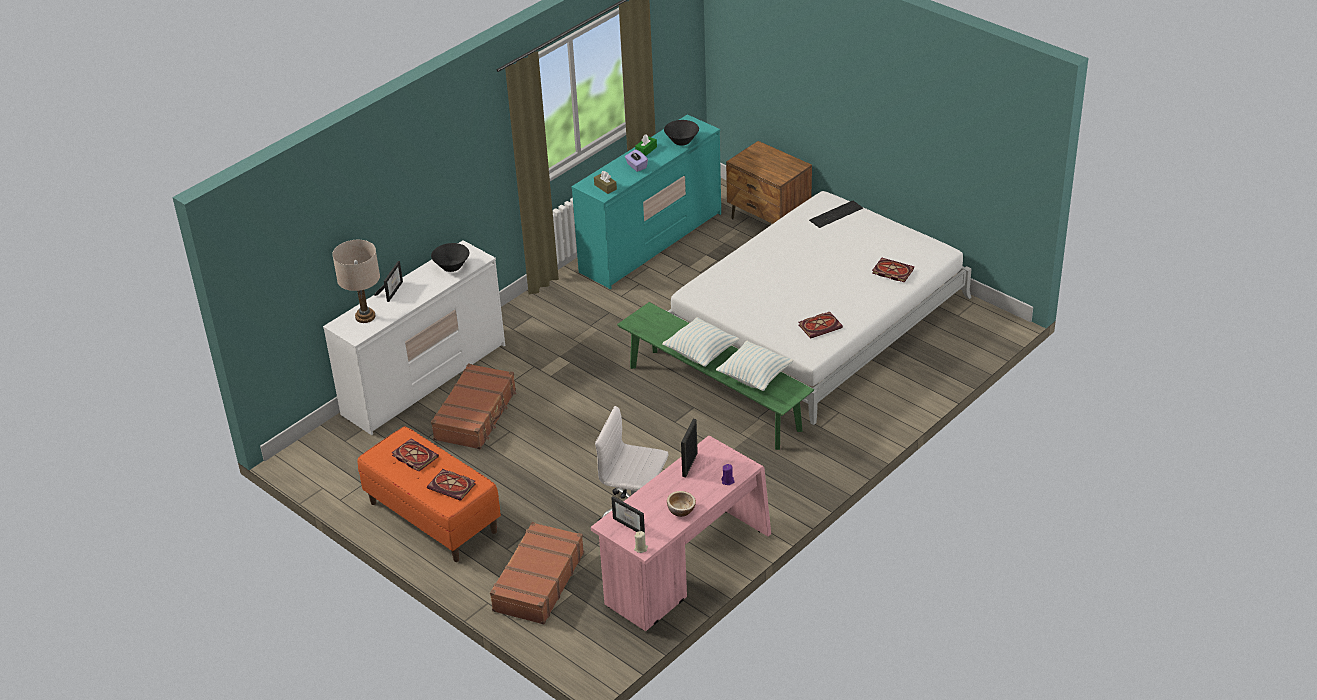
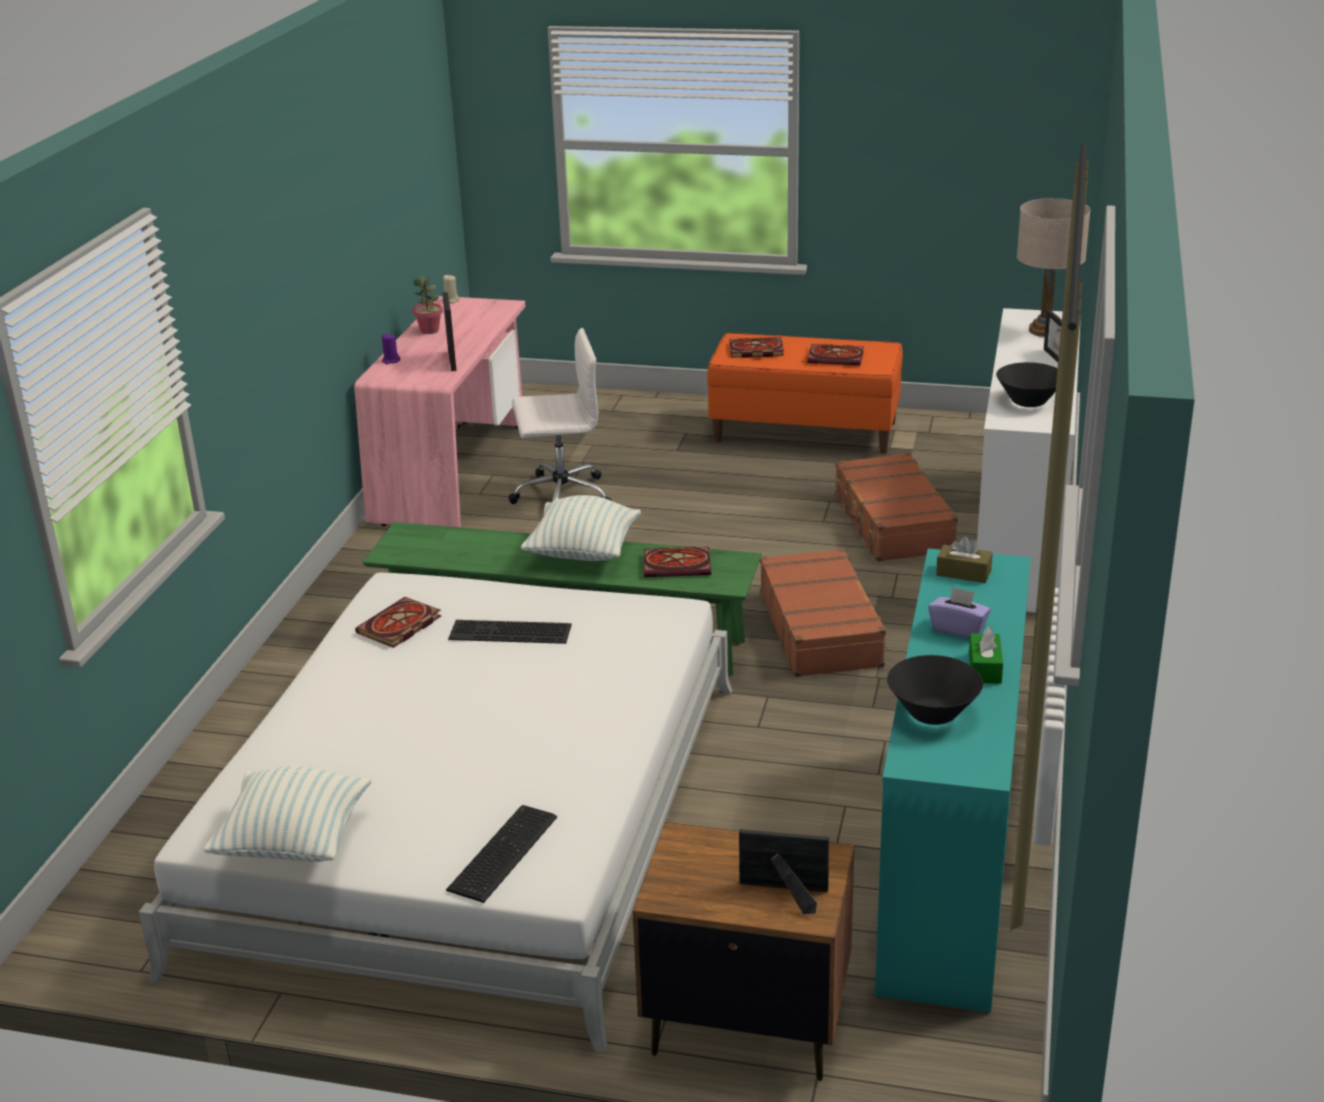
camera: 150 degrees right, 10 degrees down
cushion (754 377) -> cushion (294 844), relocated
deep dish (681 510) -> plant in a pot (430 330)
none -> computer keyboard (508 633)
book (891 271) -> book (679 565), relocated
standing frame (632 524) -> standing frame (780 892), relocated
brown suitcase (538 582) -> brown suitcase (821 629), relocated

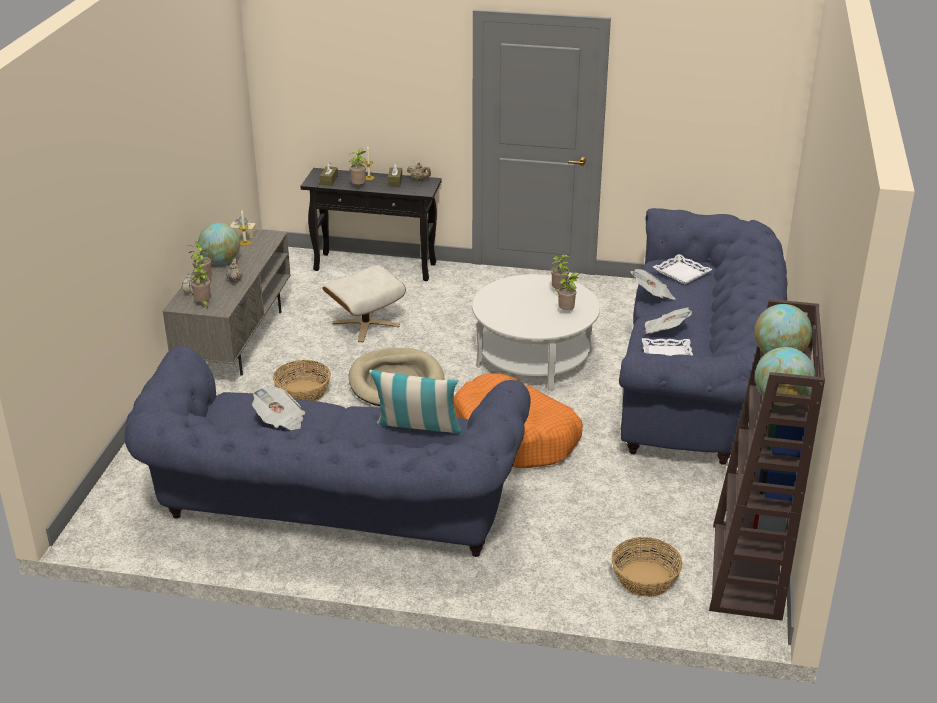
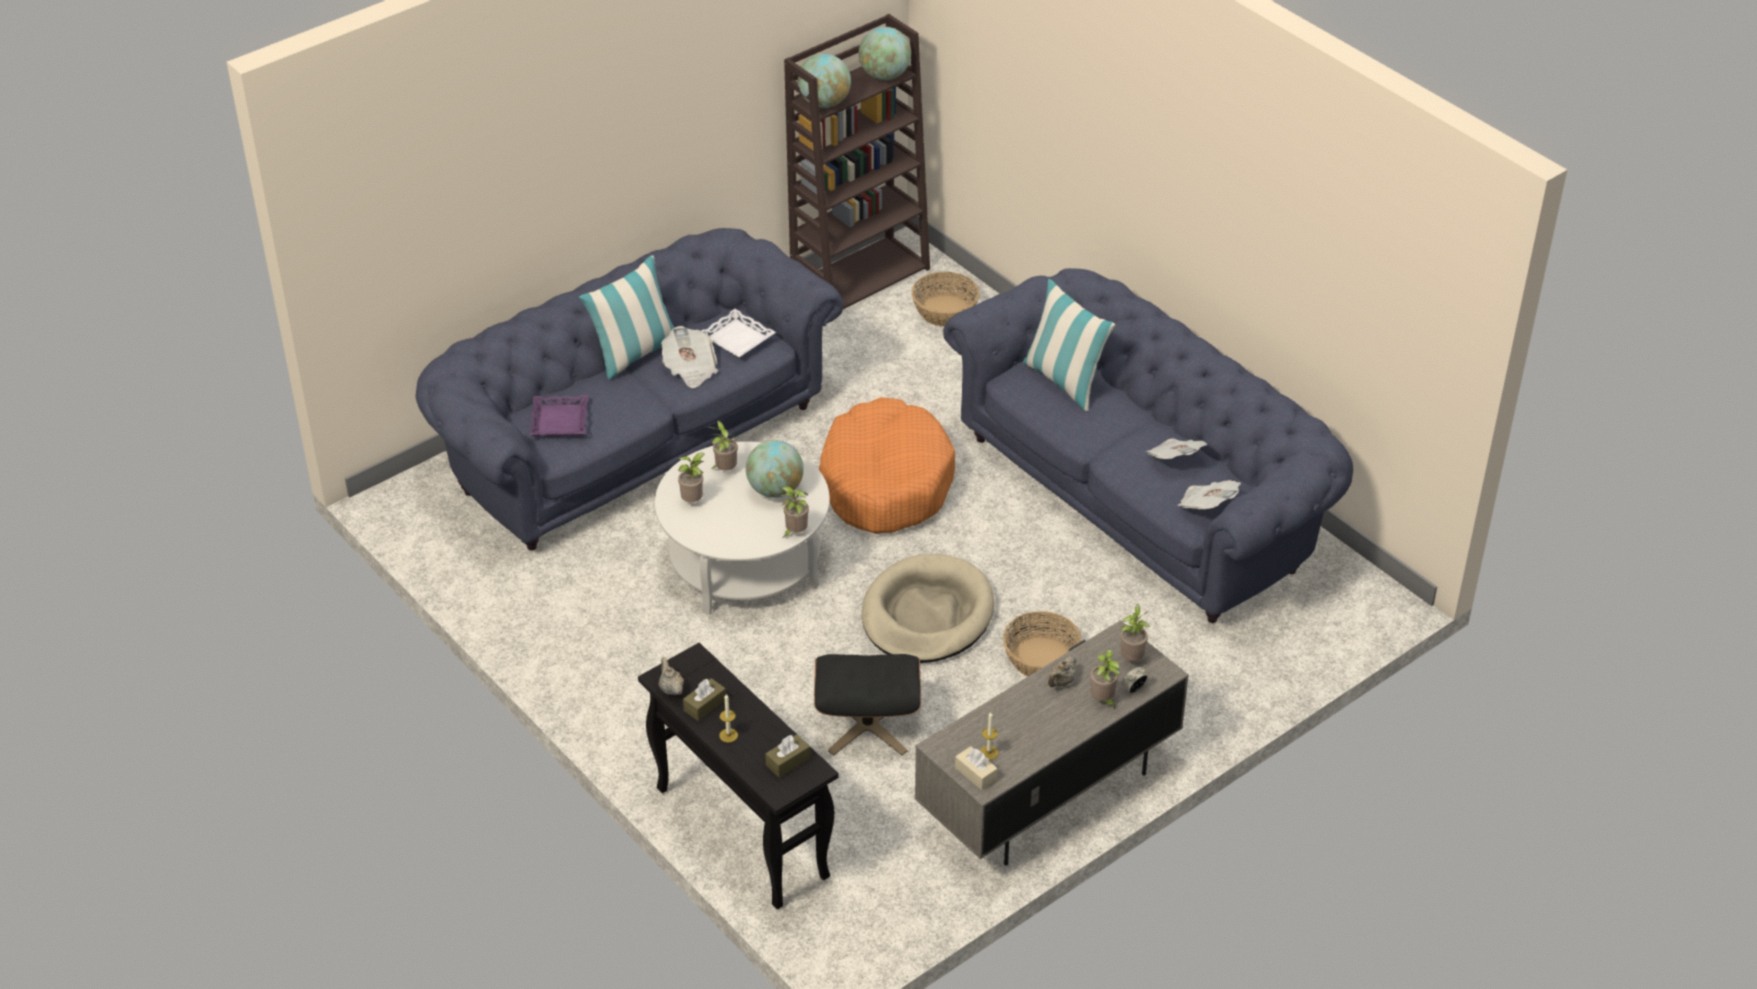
camera: 140 degrees left, 10 degrees up
white tray (682 273) -> purple tray (559 420)
none -> cushion (635 354)
globe (221 261) -> globe (775 490), relocated
plant in a pot (359 186) -> plant in a pot (795 532), relocated
beige footrest (365 324) -> blackish footrest (867 726)
printed paper (652 295) -> printed paper (1207 506), relocated

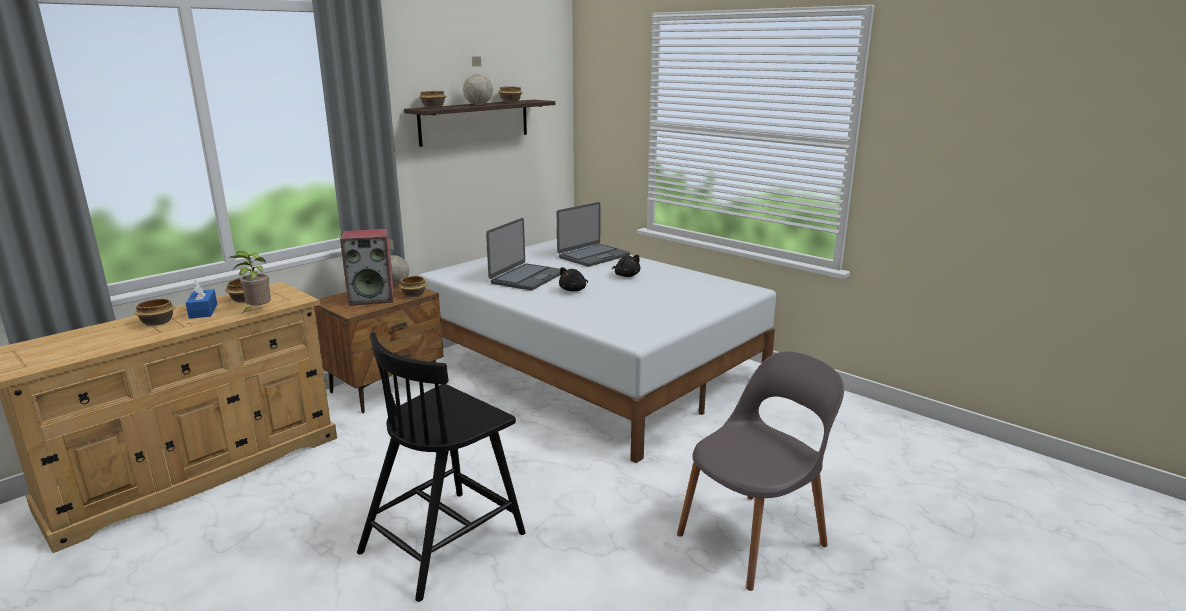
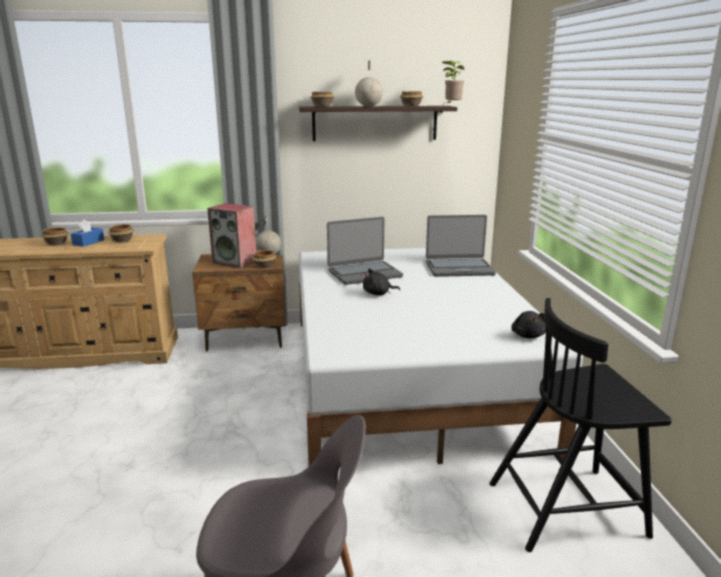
camera: 40 degrees right, 0 degrees up
plant in a pot (258 311) -> plant in a pot (451 106), relocated
blackish upright chair (445 540) -> blackish upright chair (568 508), relocated
blackish soft toy (626 275) -> blackish soft toy (528 335), relocated

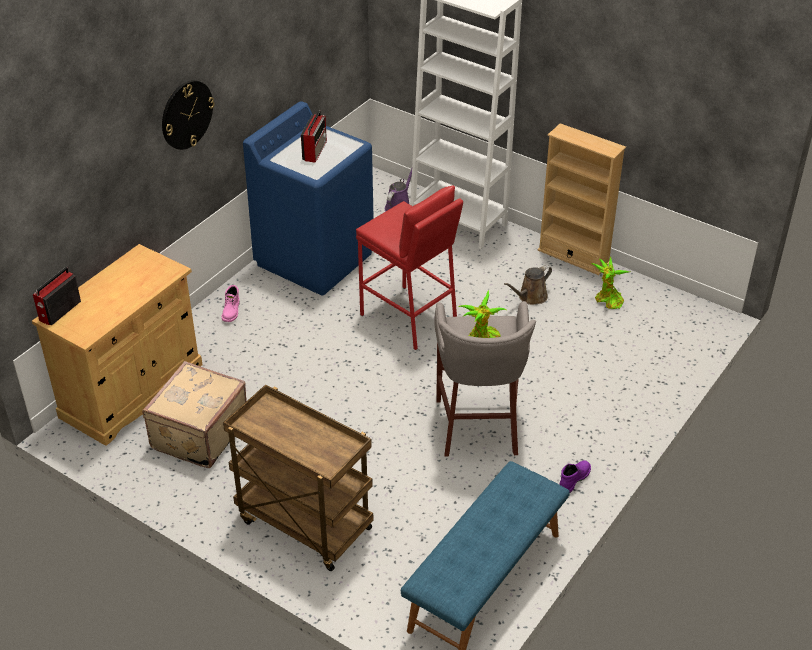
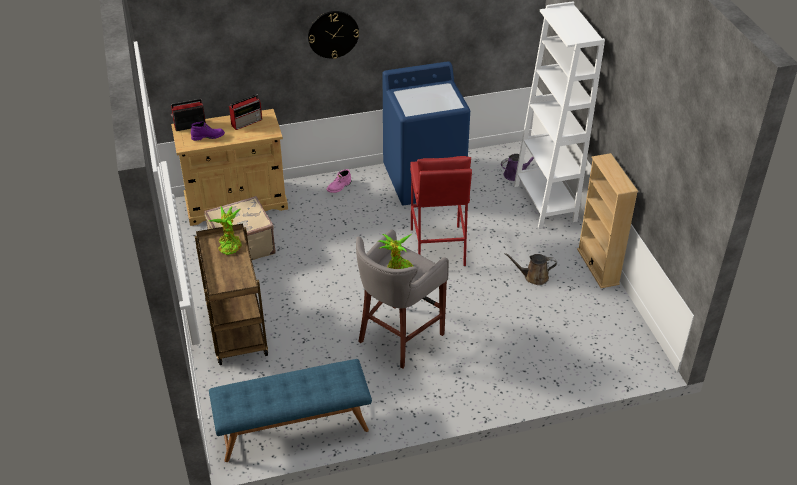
camera: 40 degrees right, 0 degrees up
purple high-top boot (573 479) -> purple high-top boot (208 136), relocated
plant in a pot (607 300) -> plant in a pot (229 245), relocated
radio receiver (315 150) -> radio receiver (247 122), relocated

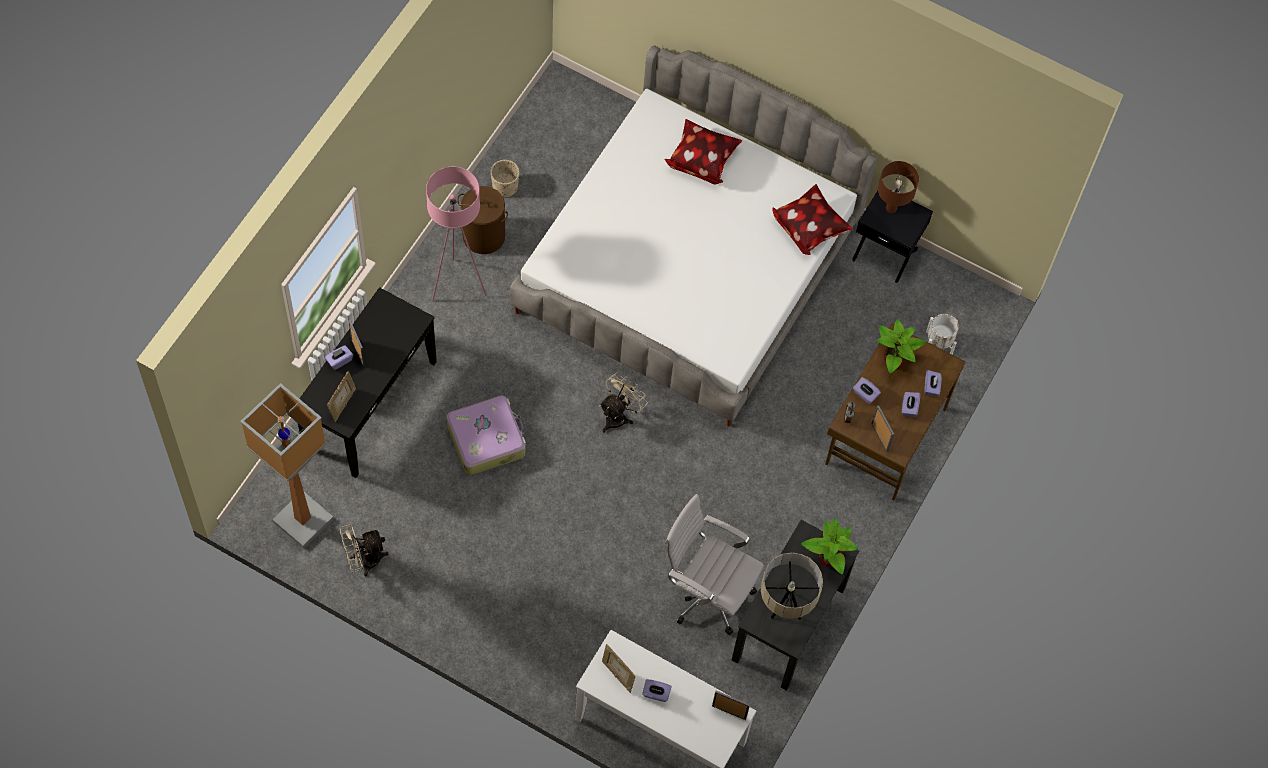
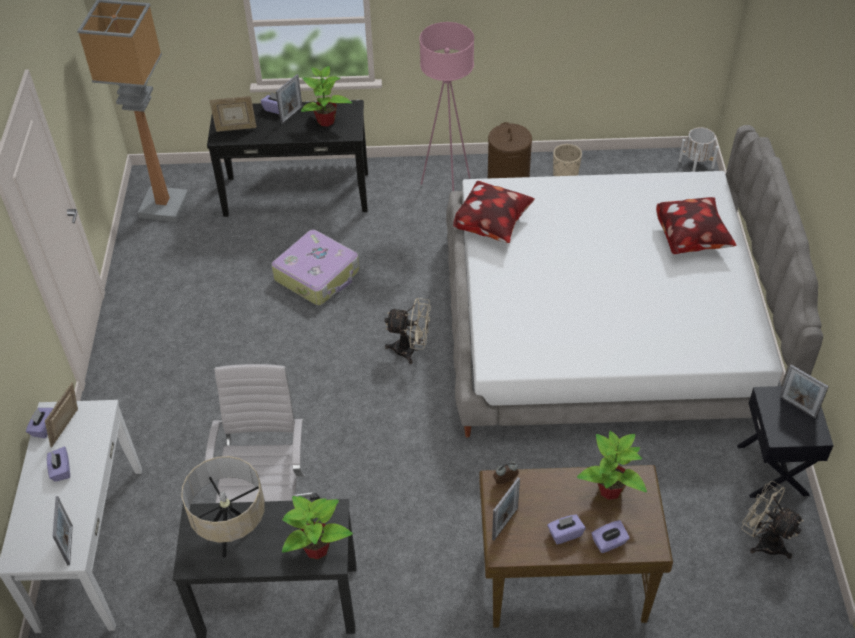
camera: 65 degrees right, 15 degrees down
purple box of tissues (865 394) -> purple box of tissues (43 428), relocated
none -> plant in a pot (326 121)
cushion (809 228) -> cushion (493 226), relocated
white flower pot (938 343) -> white flower pot (696 164), relocated
beige cooling fan (364 560) -> beige cooling fan (763 541), relocated
brown tabletop lamp (891 208) -> standing frame (797 407)

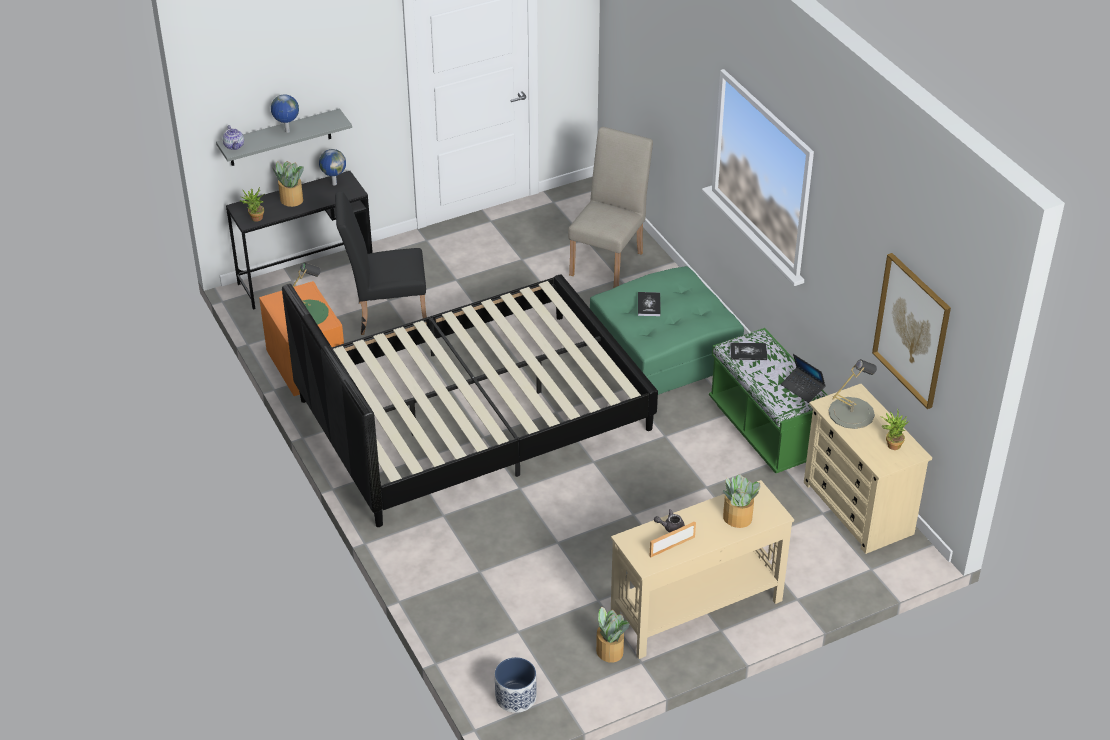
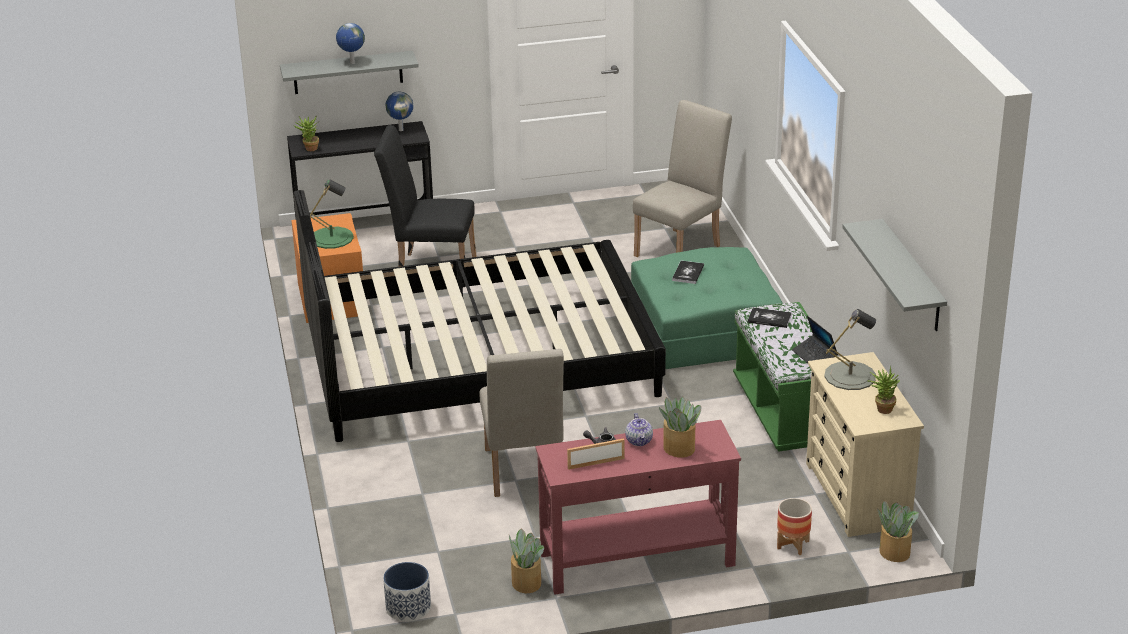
camera: 15 degrees right, 10 degrees down
none -> beige upright chair (523 474)
beige console table (695 609) -> reddish console table (636 559)
pot for tea (234 146) -> pot for tea (639 441), relocated
none -> flower pot (793 545)
wall picture (912 330) -> gray bracket shelf (912 277)
plant in a pot (291 199) -> plant in a pot (894 552), relocated

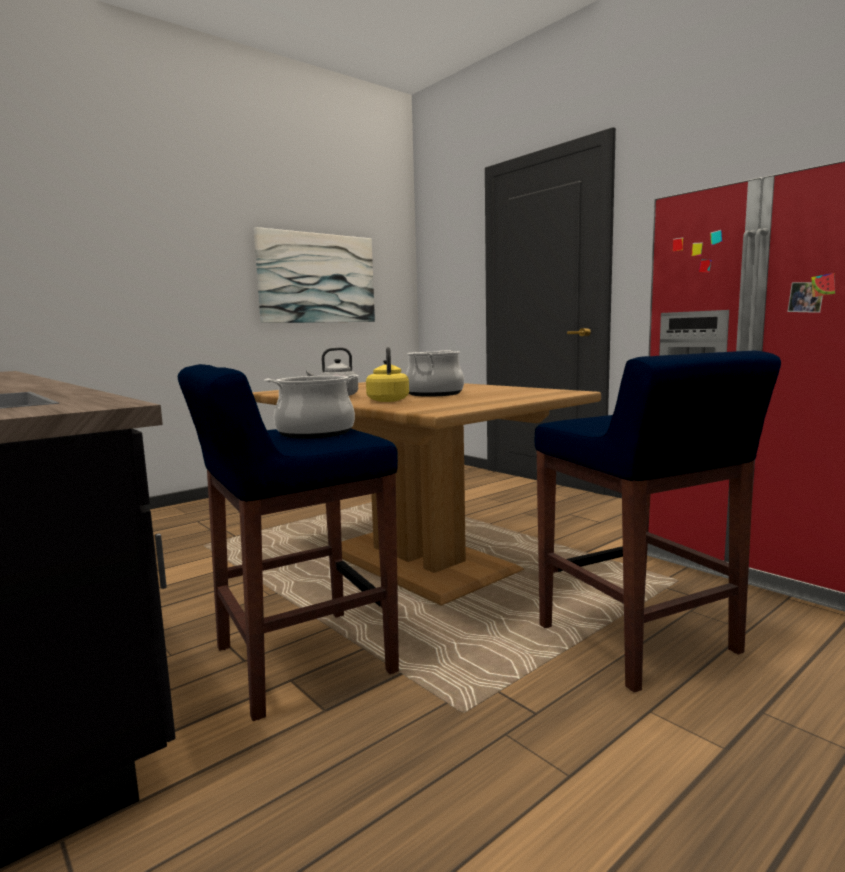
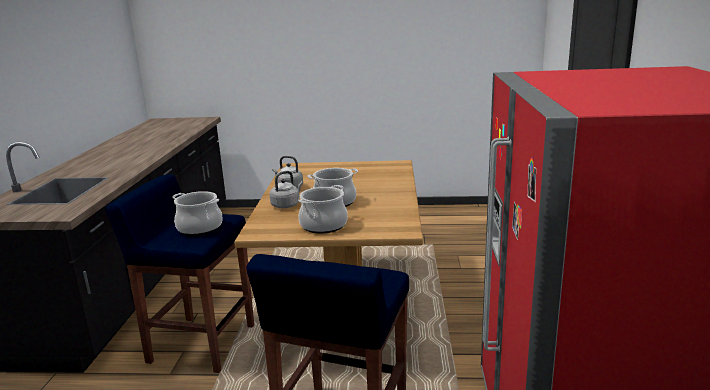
camera: 45 degrees right, 10 degrees up
yellow tea kettle (388 400) -> gray tea kettle (286 205)
none -> saucepot (323 225)
wall picture (317 278) -> none

